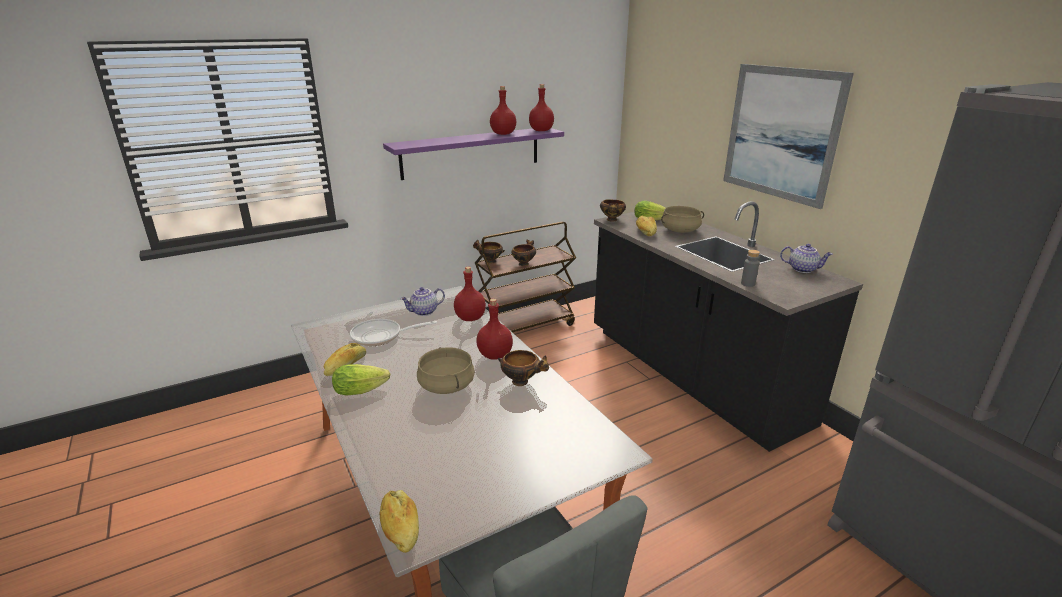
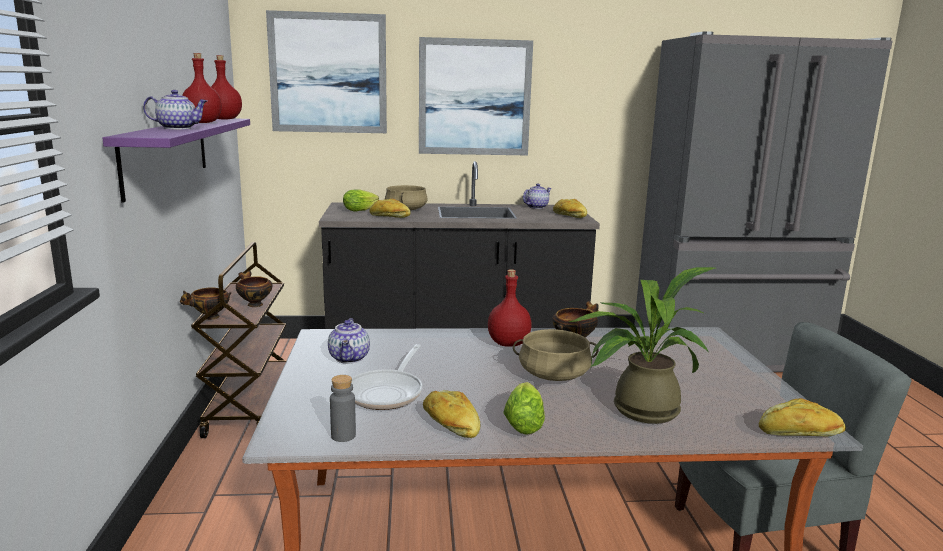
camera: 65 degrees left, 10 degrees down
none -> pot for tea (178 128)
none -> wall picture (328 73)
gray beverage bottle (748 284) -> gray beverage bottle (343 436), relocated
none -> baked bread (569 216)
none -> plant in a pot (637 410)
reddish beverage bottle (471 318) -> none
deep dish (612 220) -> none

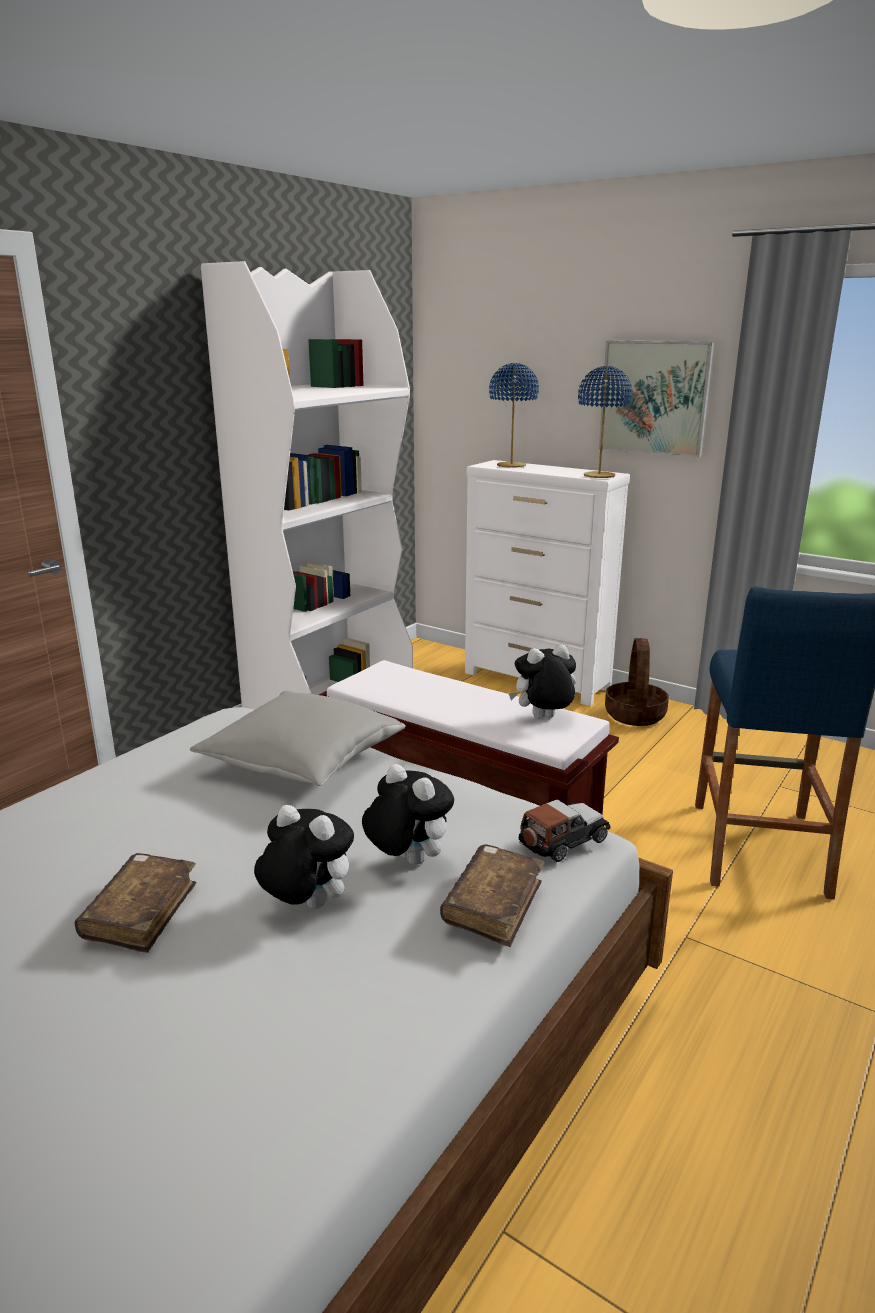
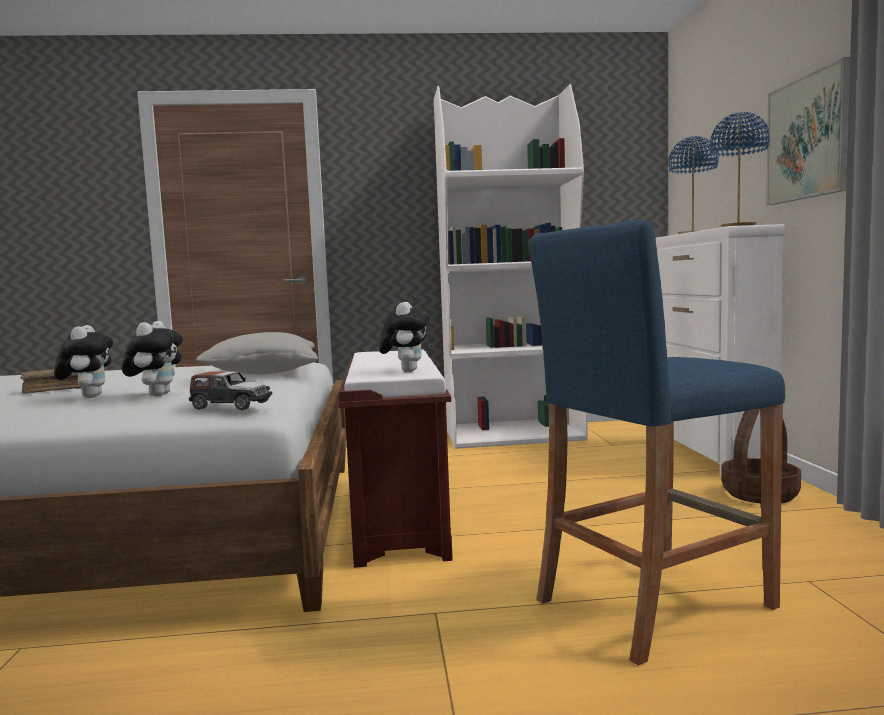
camera: 50 degrees right, 15 degrees down
soft toy (543 719) -> soft toy (406 371), 60 degrees clockwise
brown book (493 905) -> none

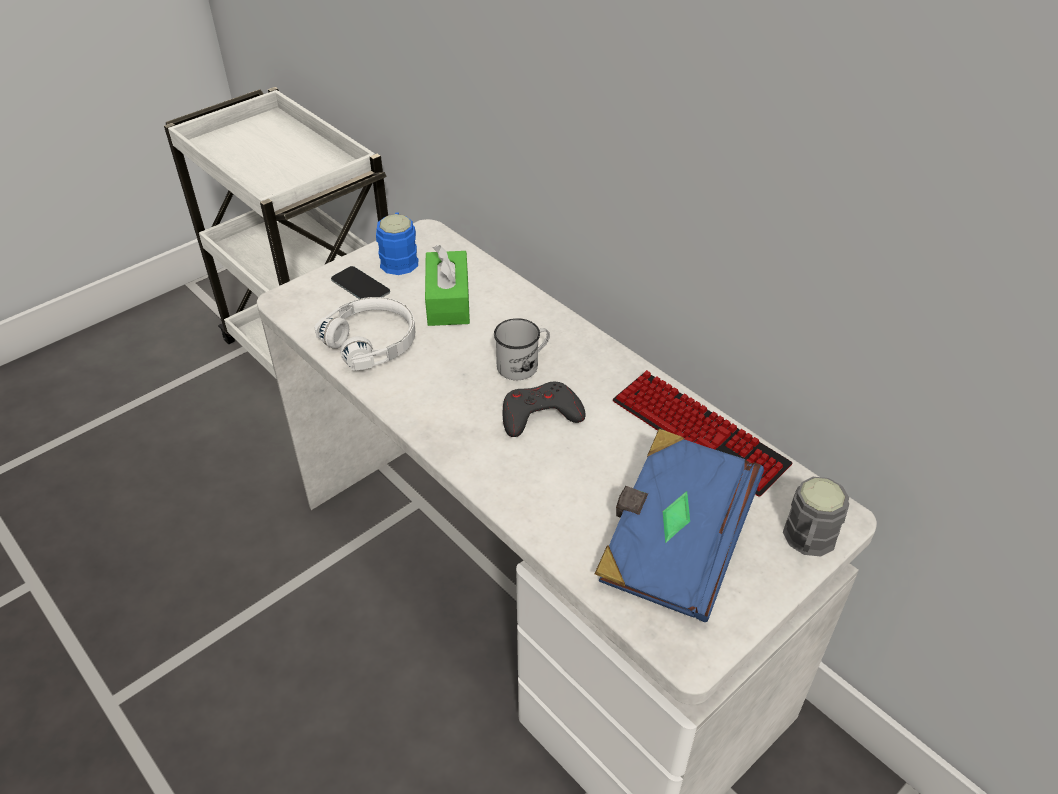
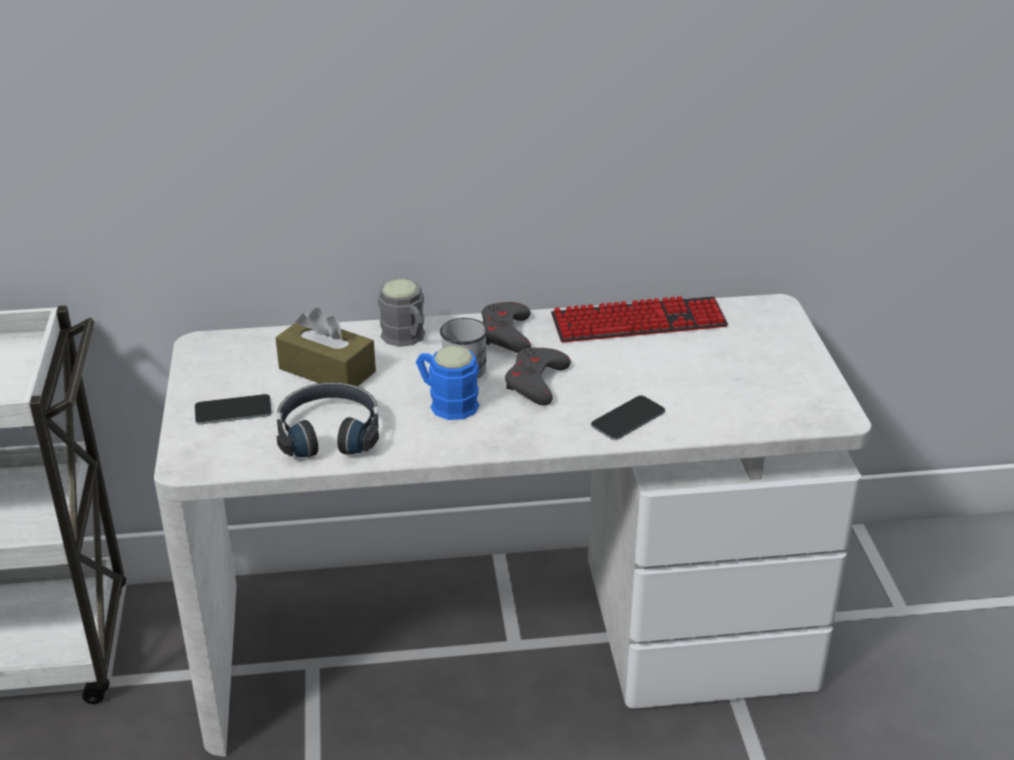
camera: 55 degrees left, 10 degrees down
green box of tissues (448 301) -> brown box of tissues (327 370)
white headphones (372 341) -> blackish headphones (329 432)
gray coffee mug (807 542) -> gray coffee mug (407 338), relocated
blue coffee mug (399 258) -> blue coffee mug (446 402), relocated
none -> gray joypad (506 334)
none -> phone (628 418)
blue book (672 544) -> none

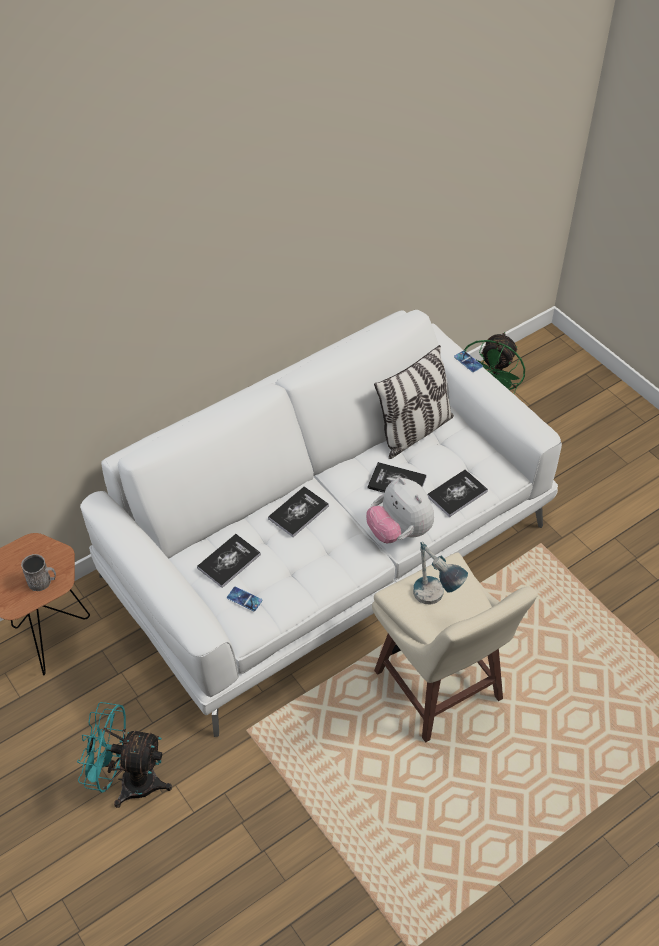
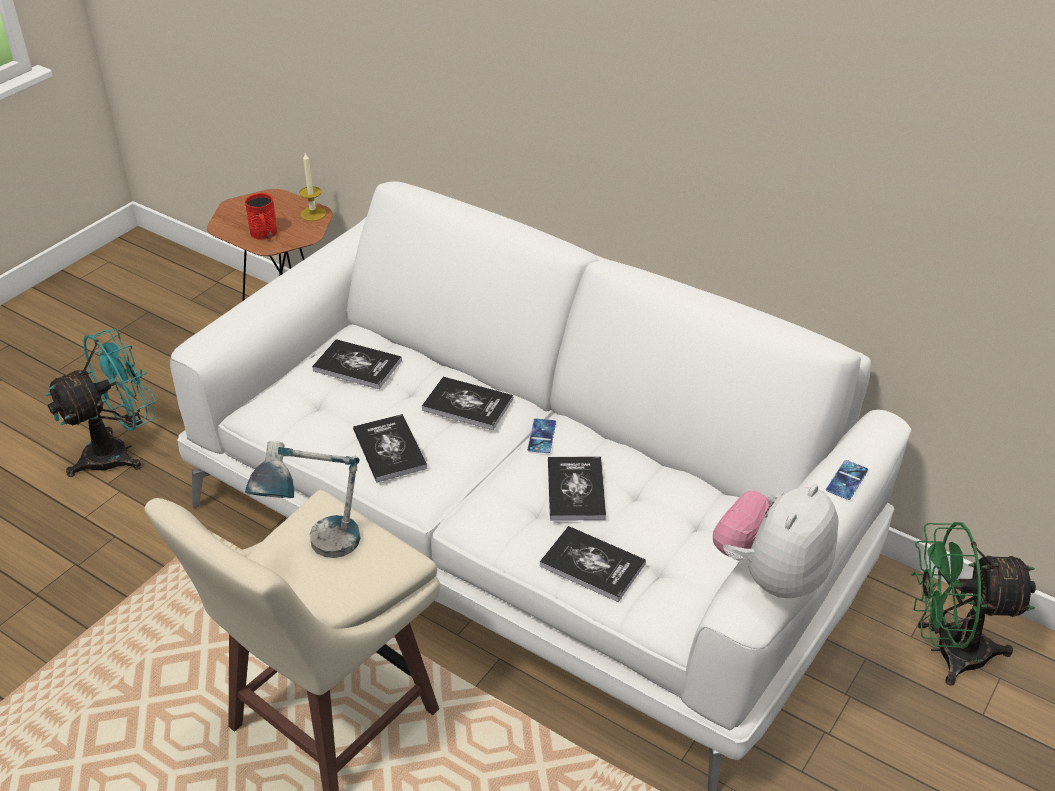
camera: 70 degrees right, 10 degrees down
turquoise cooling fan (129 781) -> turquoise cooling fan (118 452), 60 degrees clockwise
gray coffee mug (42 581) -> reddish coffee mug (264 234)
none -> wax candle (313 214)
none -> book (389 449)
phone (244 599) -> phone (541 436), relocated
soft toy (399 531) -> soft toy (771 575), relocated
cushion (414 432) -> none

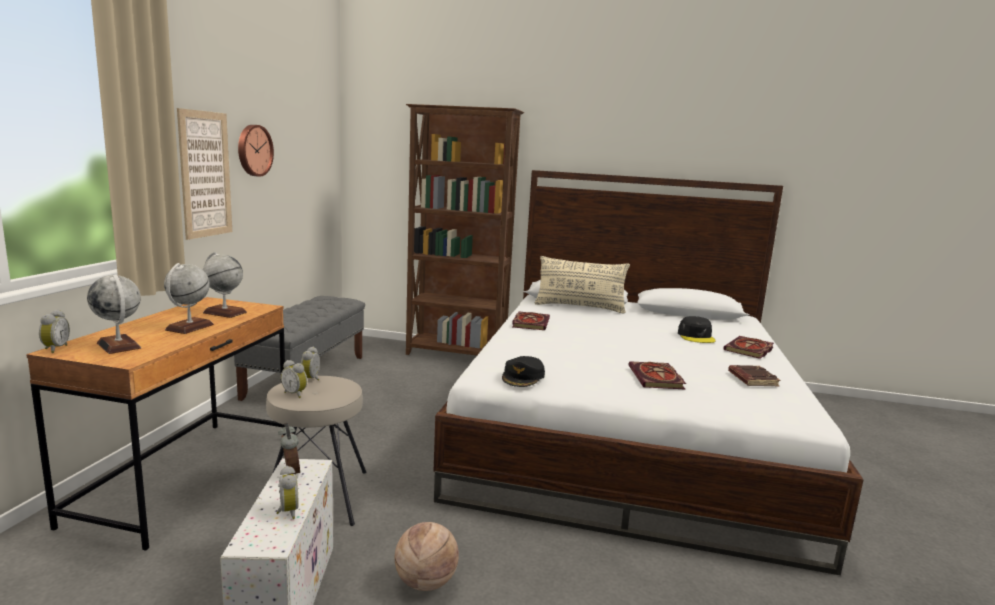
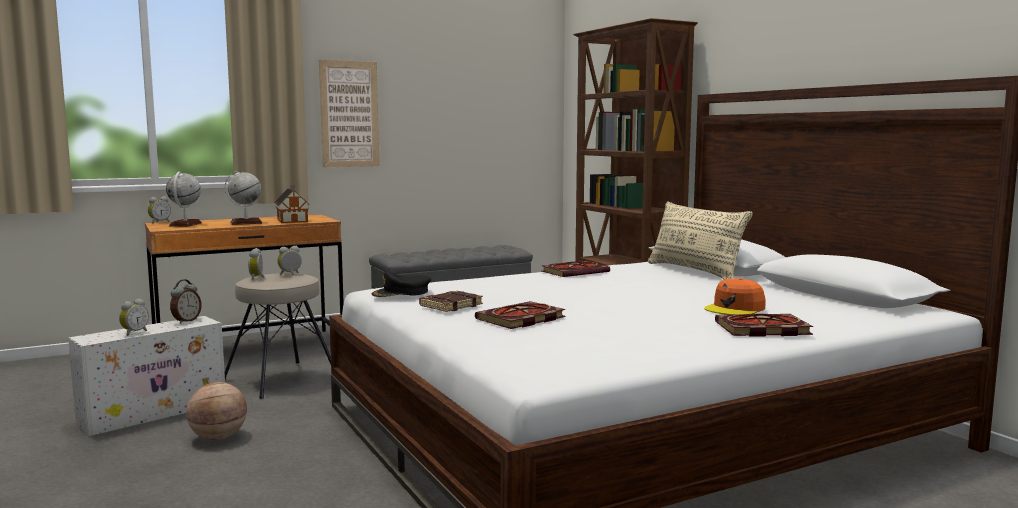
camera: 50 degrees right, 5 degrees down
globe (224 312) -> toy house (292 220)
brown book (751 379) -> brown book (451 306), relocated
blackish cap (696 336) -> orange-coloured cap (735 308)
wall clock (253 150) -> none

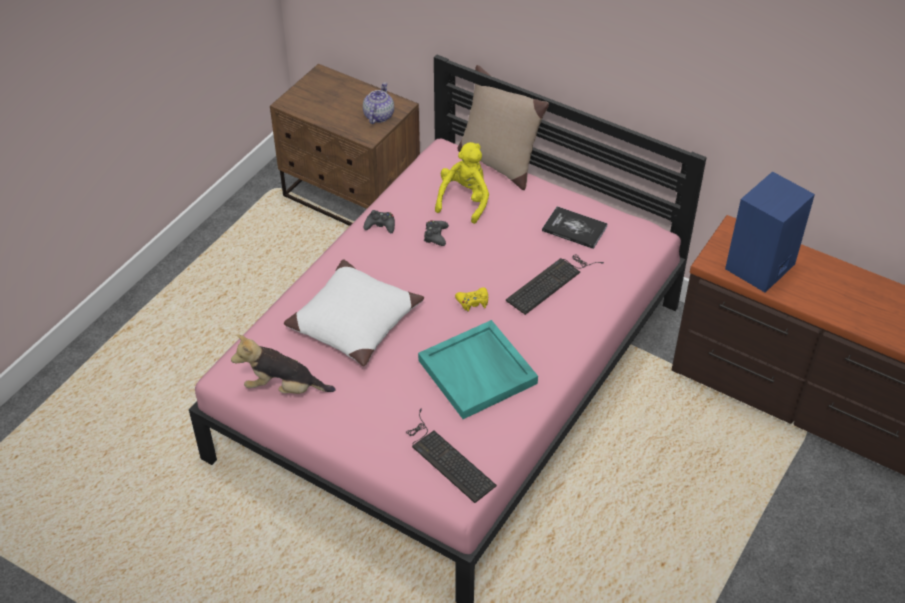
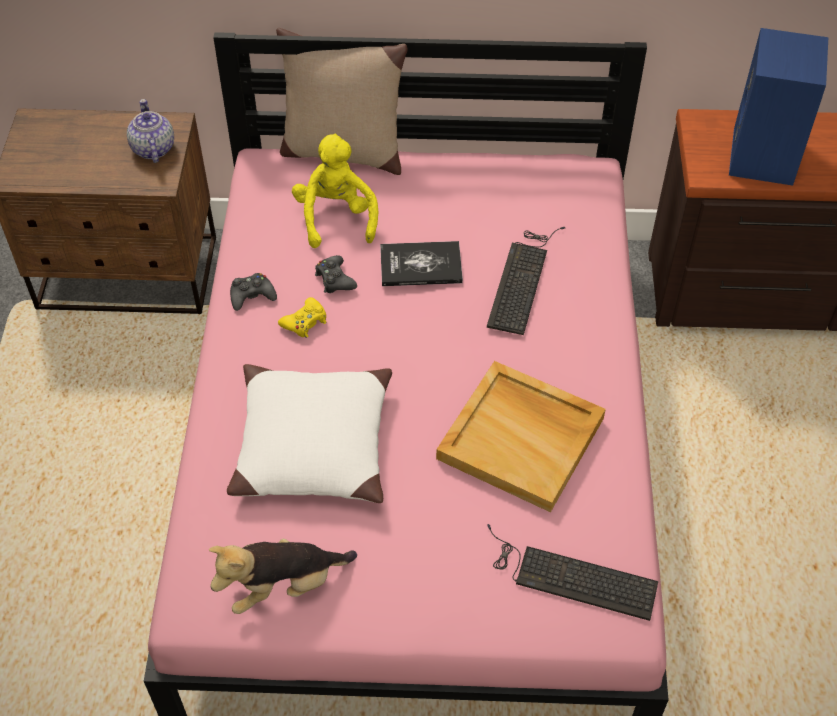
camera: 30 degrees left, 5 degrees up
yellow joypad (473 302) -> yellow joypad (305 322), relocated
book (574 228) -> book (420 265), relocated
turquoise tray (478 372) -> beige tray (522 438)

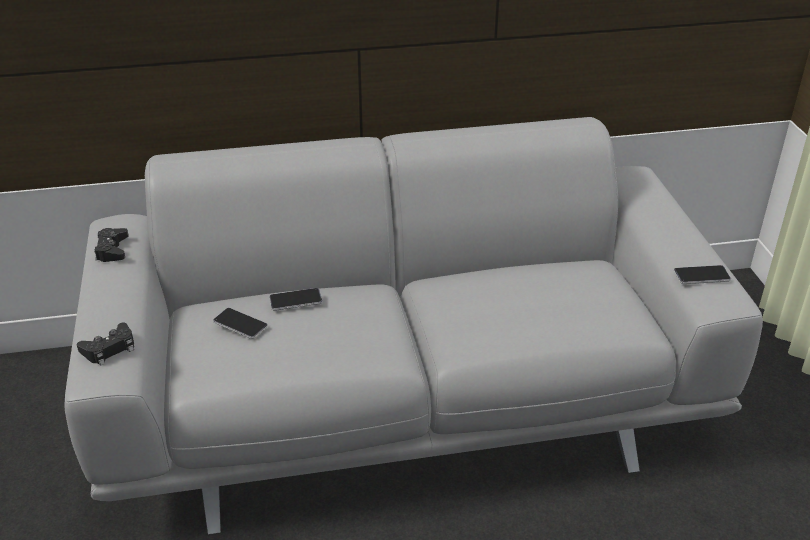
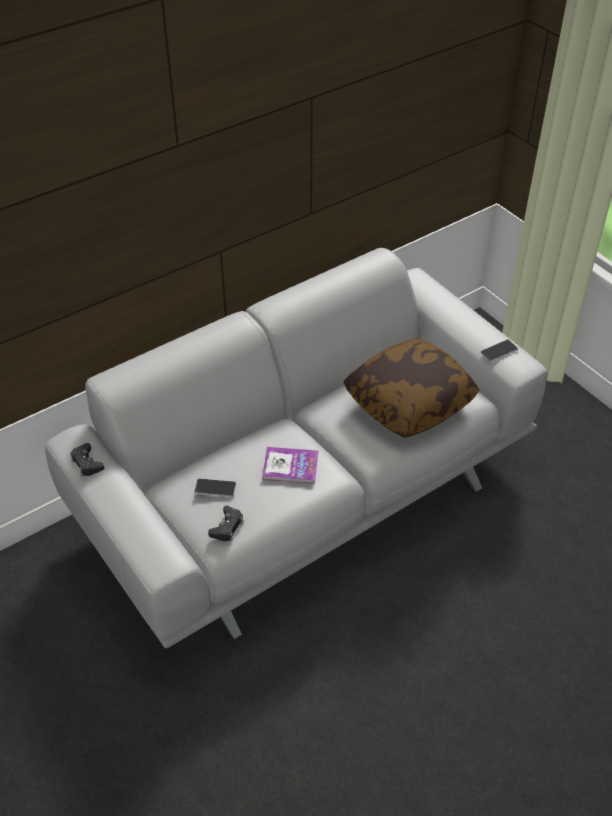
camera: 25 degrees left, 10 degrees up
blackish joypad (109 349) -> blackish joypad (227 527), relocated
none -> book (290 466)
none -> cushion (409 402)
phone (295 300) -> none

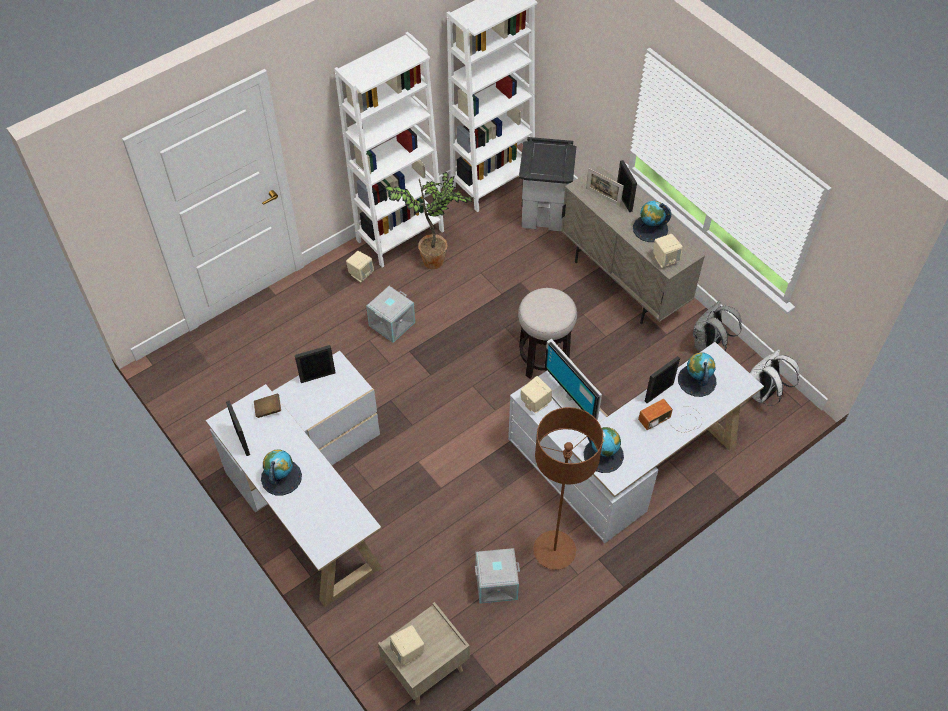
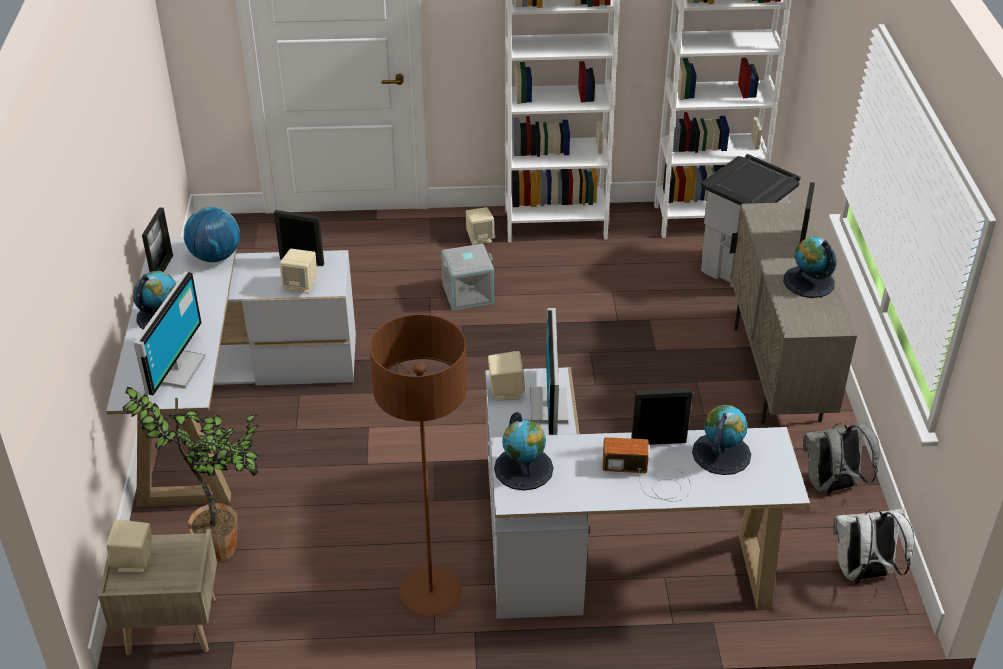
camera: 35 degrees right, 15 degrees down
plant in a pot (436 259) -> plant in a pot (224 548), relocated
none -> monitor (176 369)
brown book (268 409) -> globe (215 256)
beige speaker (665 259) -> beige speaker (301 285), relocated
gray storage bin (496 582) -> none
stool seat (543 358) -> none
standing frame (603 197) -> none

